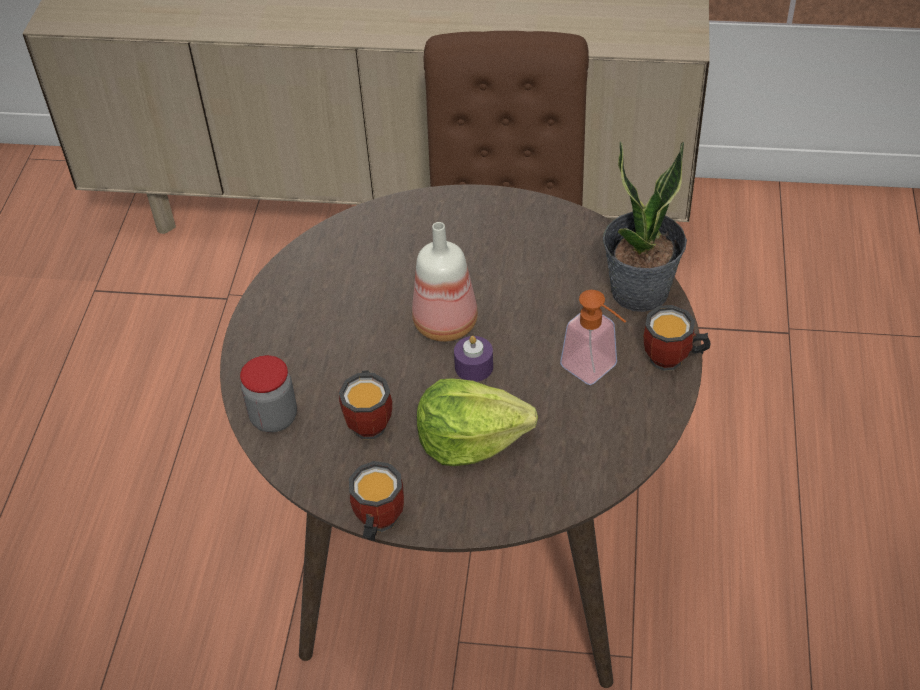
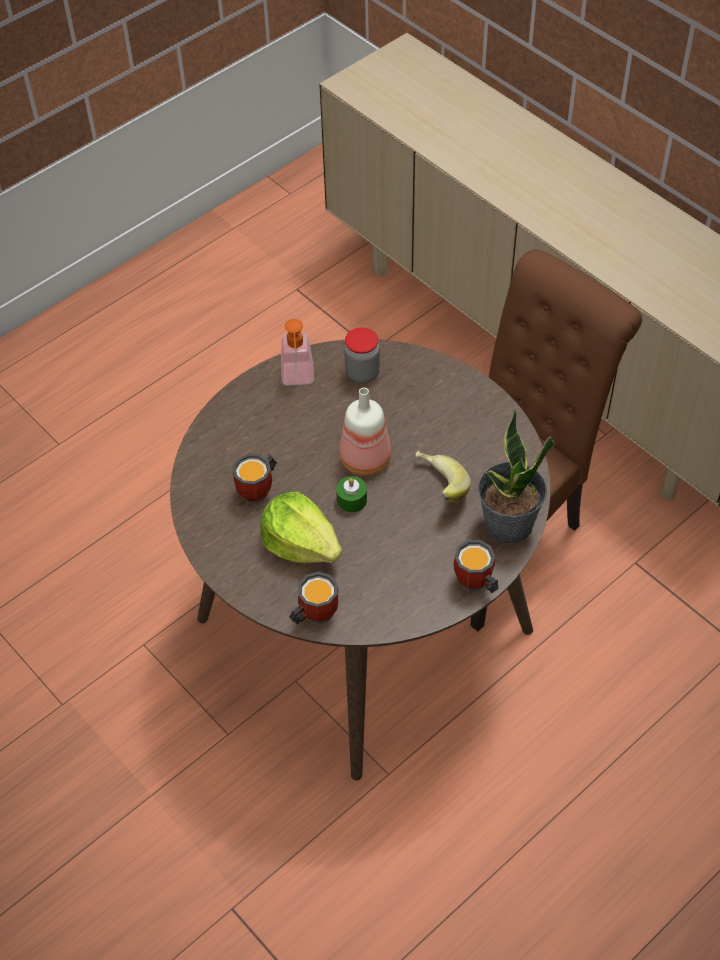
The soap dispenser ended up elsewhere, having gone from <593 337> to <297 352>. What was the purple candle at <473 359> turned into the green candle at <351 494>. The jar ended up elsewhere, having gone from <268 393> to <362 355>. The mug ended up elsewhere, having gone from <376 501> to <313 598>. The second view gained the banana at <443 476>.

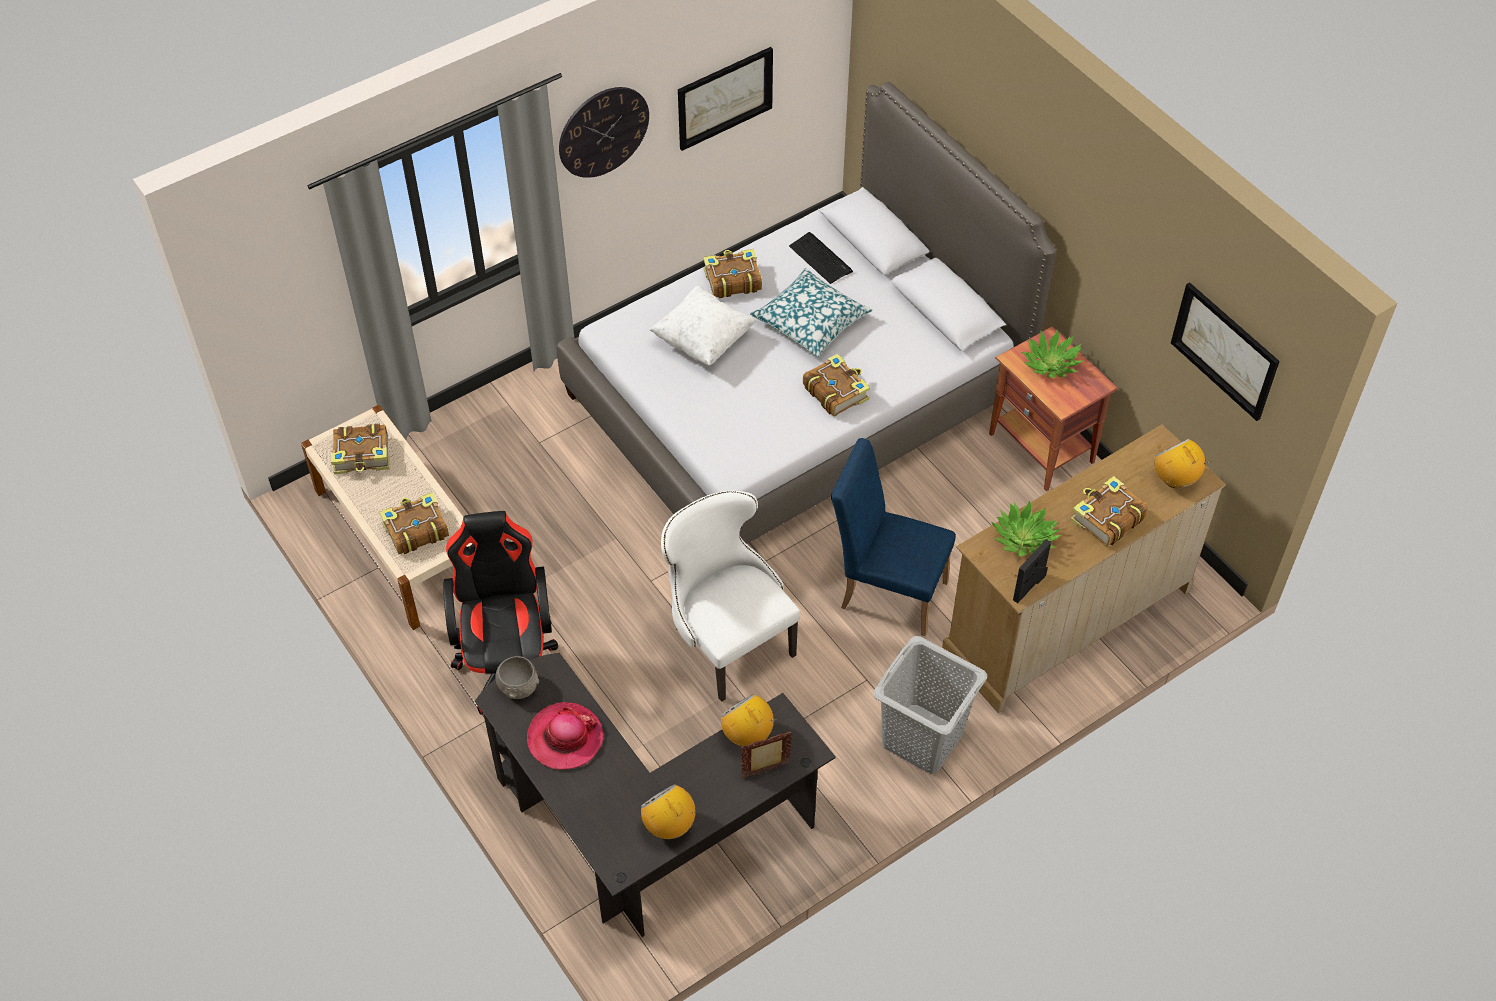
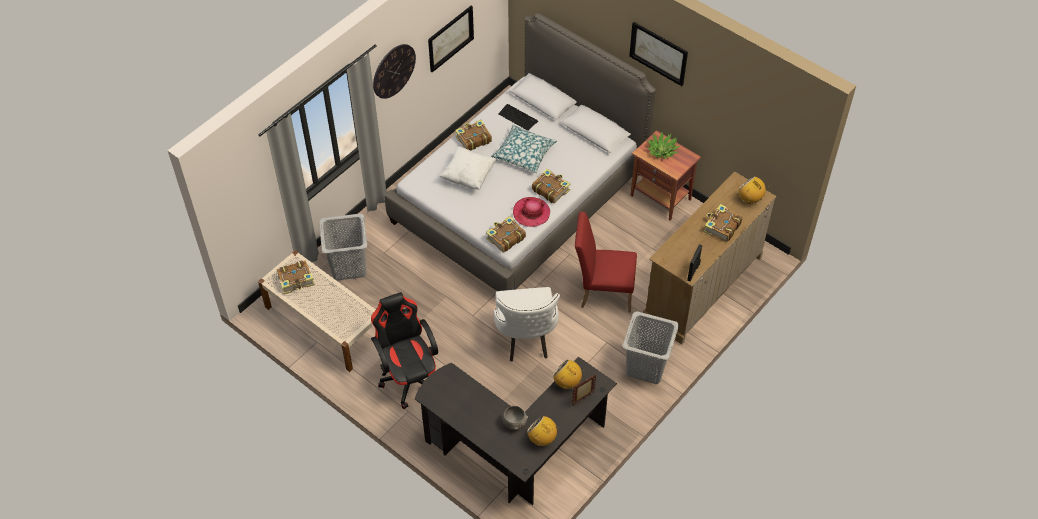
The picture ended up elsewhere, having gone from <1225 351> to <658 54>. What was the blue chair at <893 537> turned into the red chair at <606 262>. The white chair at <730 596> ended up facing another way, 135 degrees counterclockwise from before. The book ended up elsewhere, having gone from <414 523> to <506 234>. The second view lost the potted plant at <1026 528>. The grey bowl ended up elsewhere, having gone from <517 677> to <515 418>. The hat ended up elsewhere, having gone from <565 736> to <531 212>. The second view gained the grey laundry basket at <343 246>.

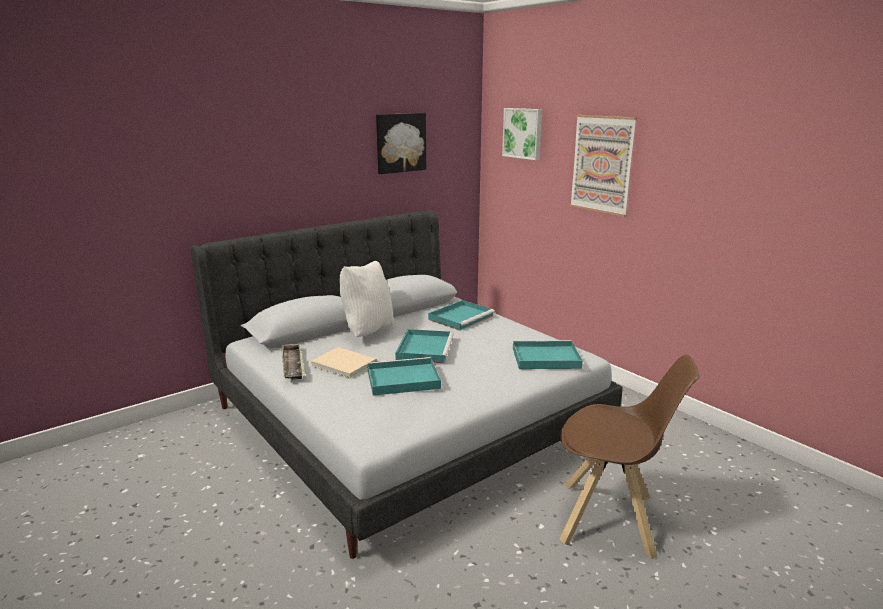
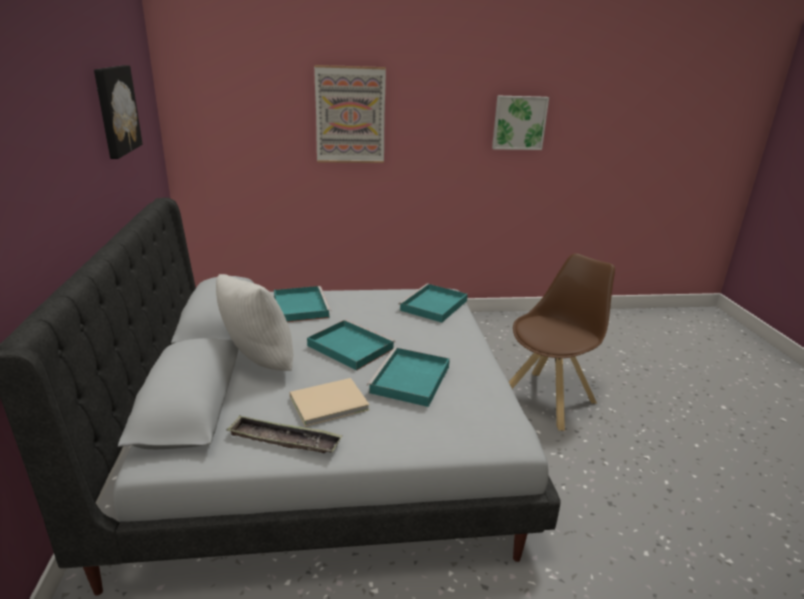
The picture ended up elsewhere, having gone from <522 134> to <520 123>.

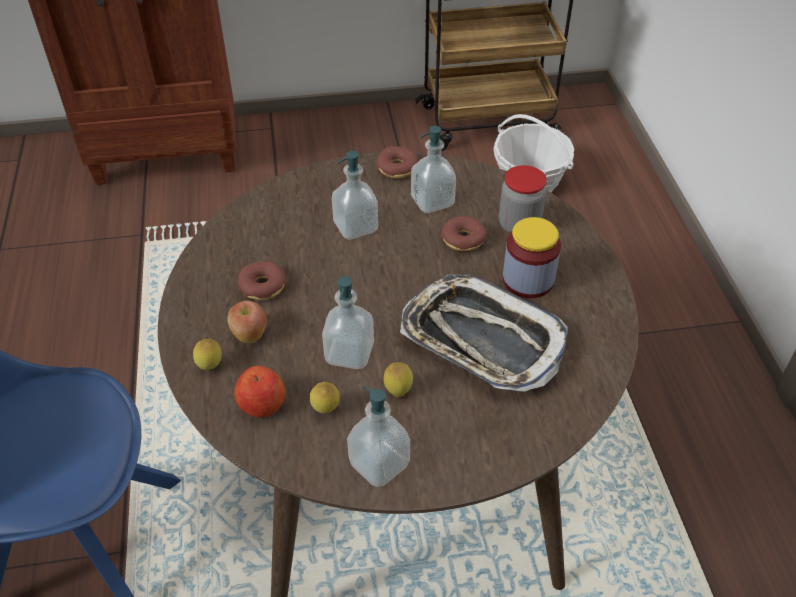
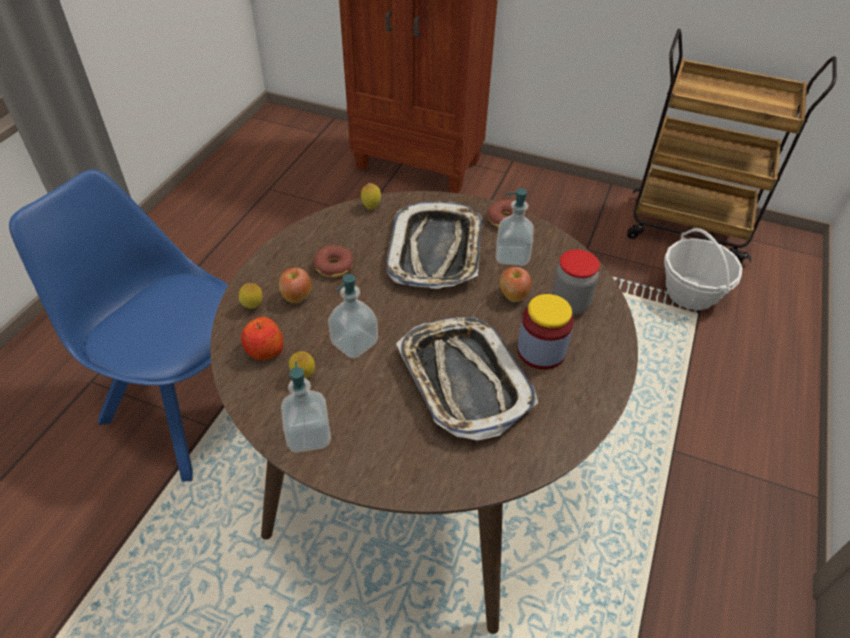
Where the soap dispenser stood at <355 195>, the tray came to stand at <434 245>. Where the donut stood at <464 233>, the apple came to stand at <516 284>. The lemon ended up elsewhere, having gone from <398 379> to <371 196>.

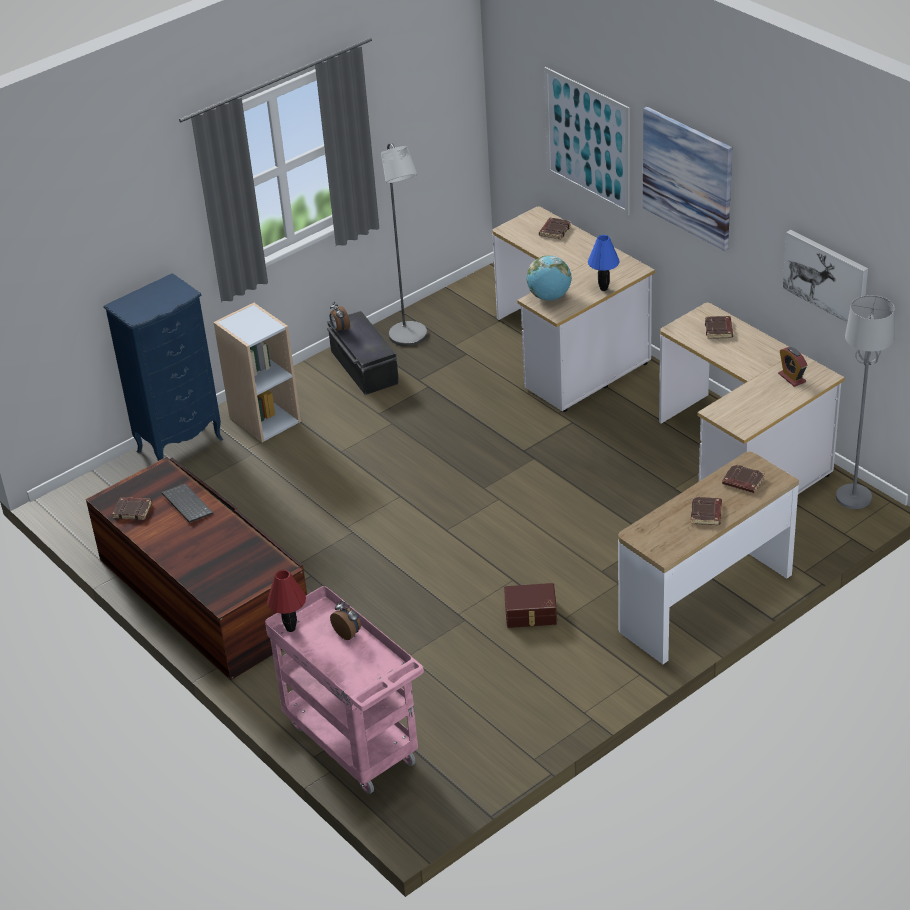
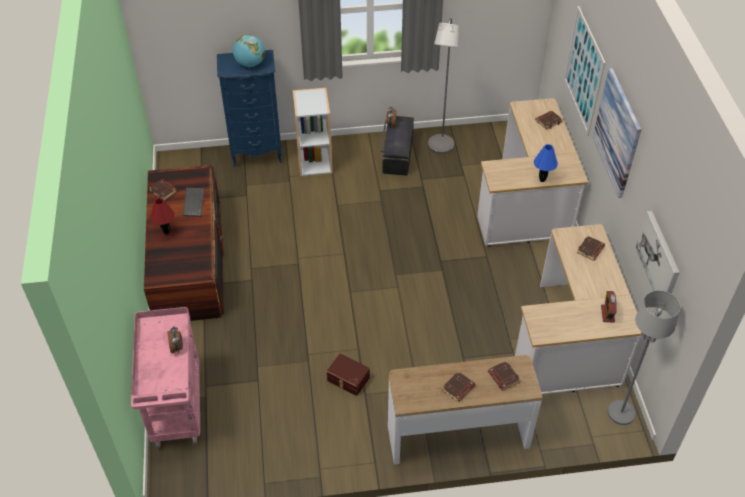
The globe ended up elsewhere, having gone from <549 278> to <249 50>. The red table lamp ended up elsewhere, having gone from <286 600> to <162 216>.

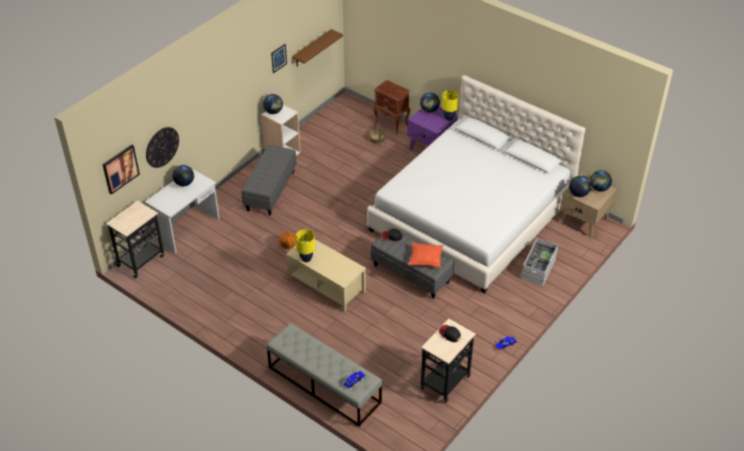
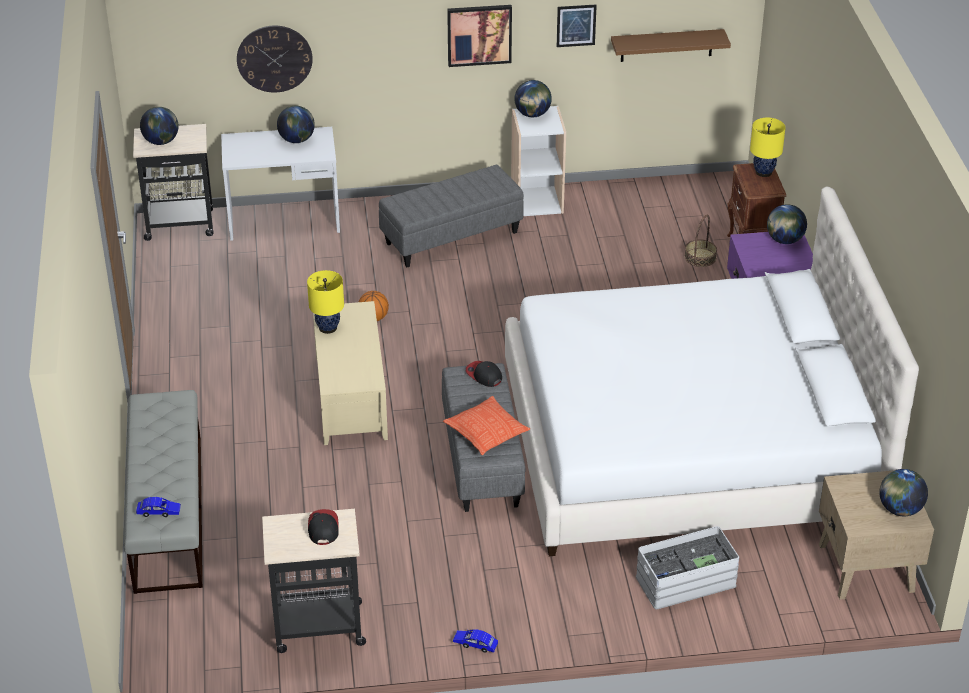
The yellow table lamp ended up elsewhere, having gone from <450 105> to <768 147>. The picture ended up elsewhere, having gone from <121 169> to <479 36>. The globe ended up elsewhere, having gone from <580 186> to <159 126>.

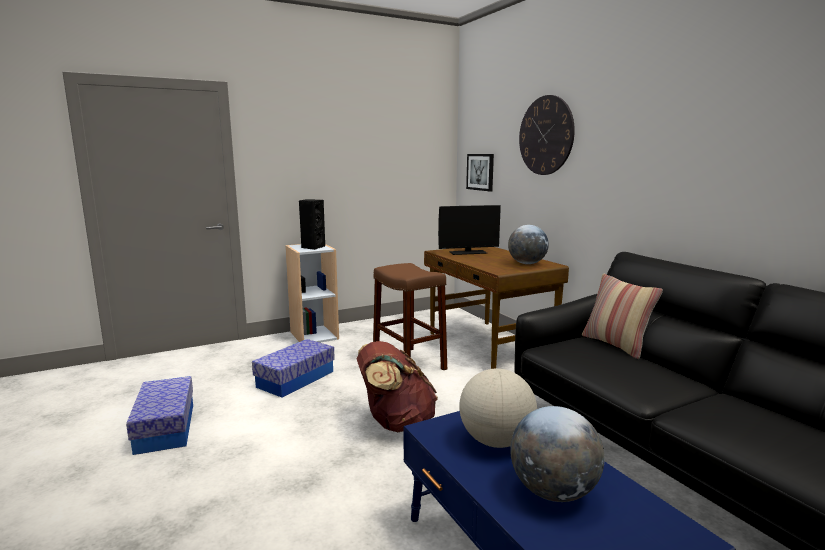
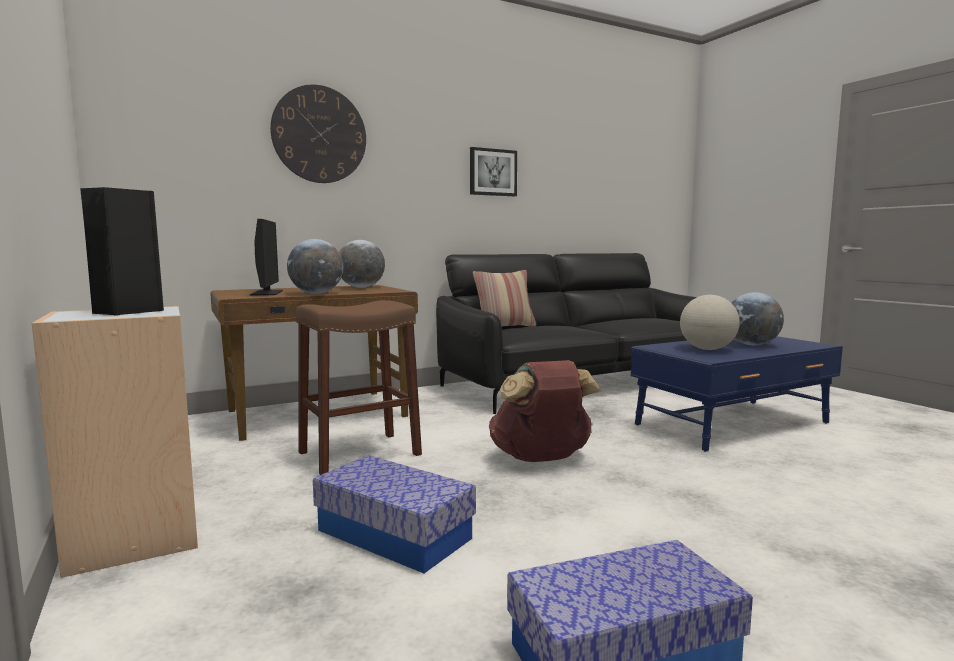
The picture ended up elsewhere, having gone from <480 172> to <493 171>. The second view gained the globe at <315 266>.

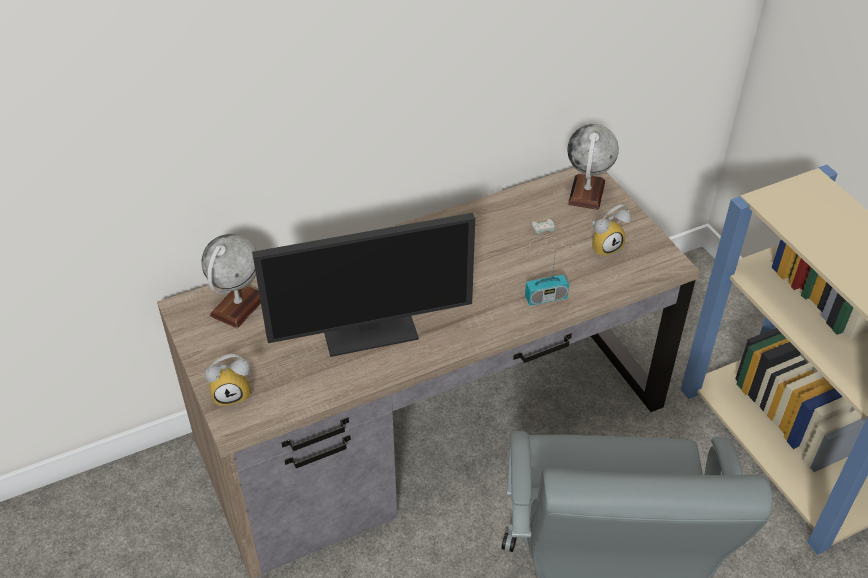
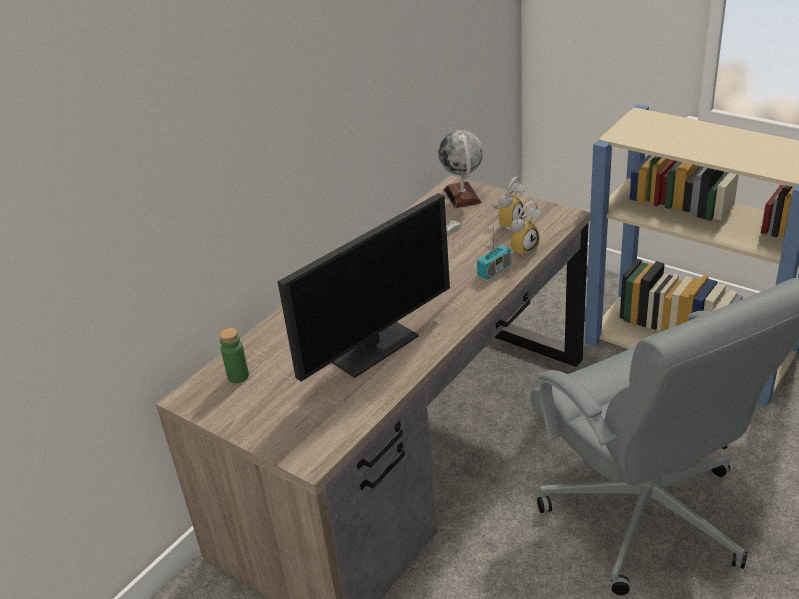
Where the globe stood at <231 281>, the green bottle came to stand at <234 355>. The alarm clock ended up elsewhere, having gone from <228 380> to <523 228>.

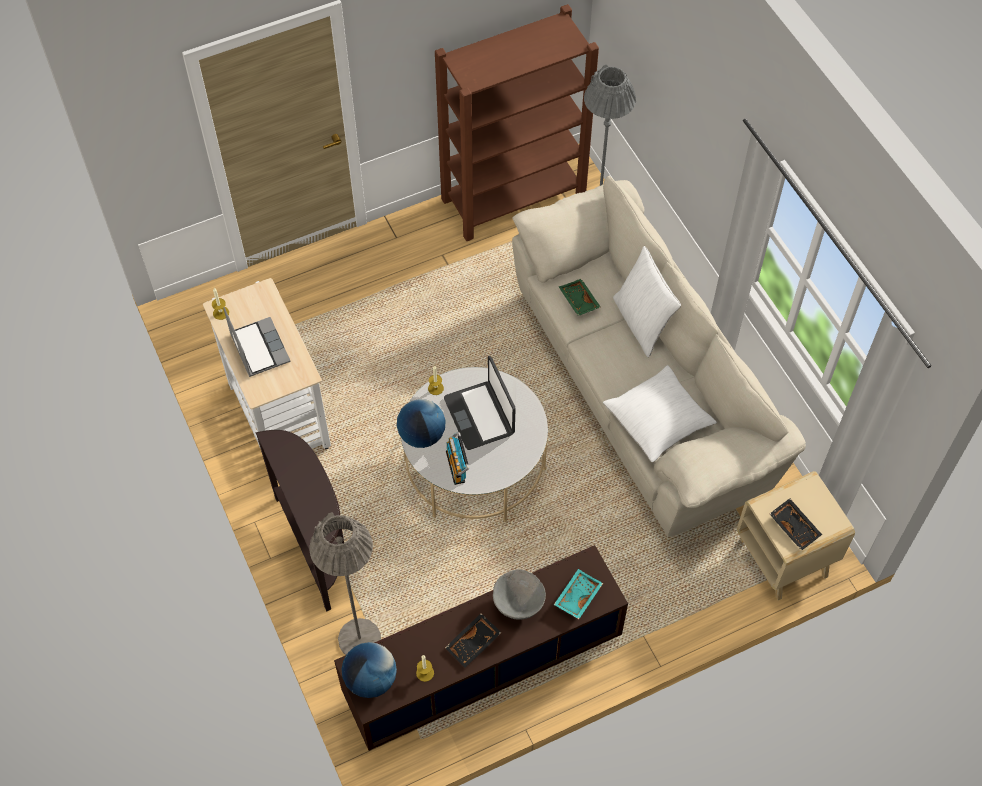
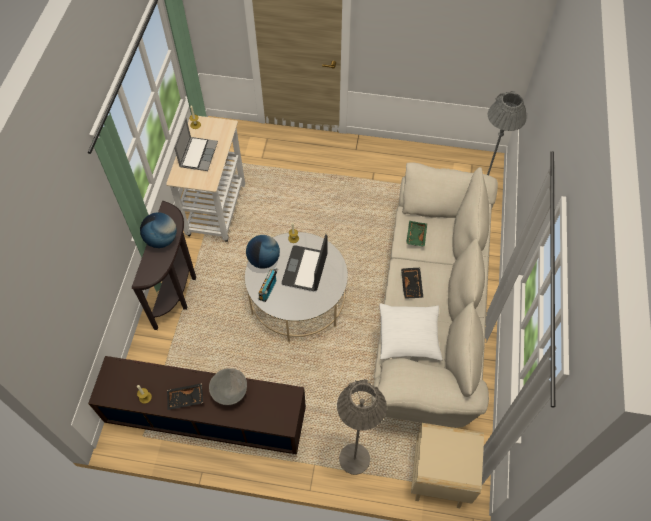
The second view lost the brown bookcase at <517 122>. The second view lost the white pillow at <647 302>. The black tray ended up elsewhere, having gone from <796 524> to <412 283>. The grey floor lamp ended up elsewhere, having gone from <345 583> to <362 427>. The second view lost the turquoise tray at <578 594>. The globe ended up elsewhere, having gone from <369 670> to <158 230>.

